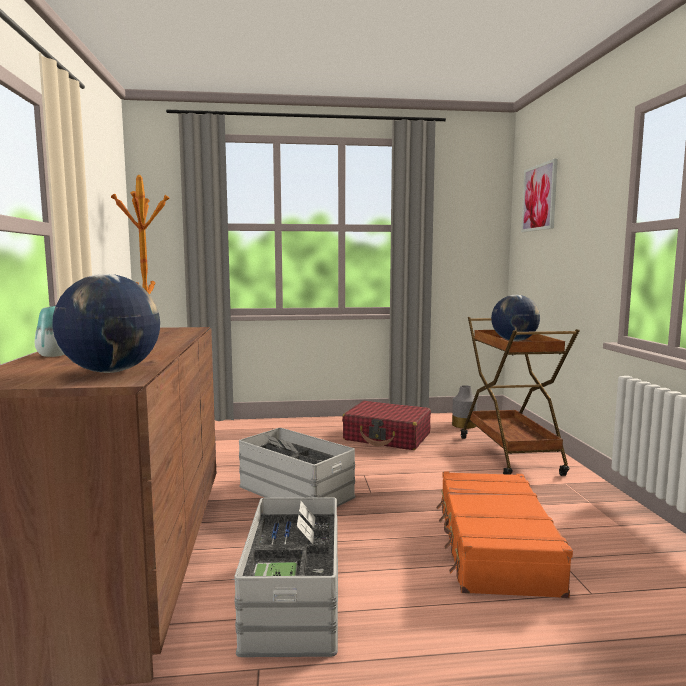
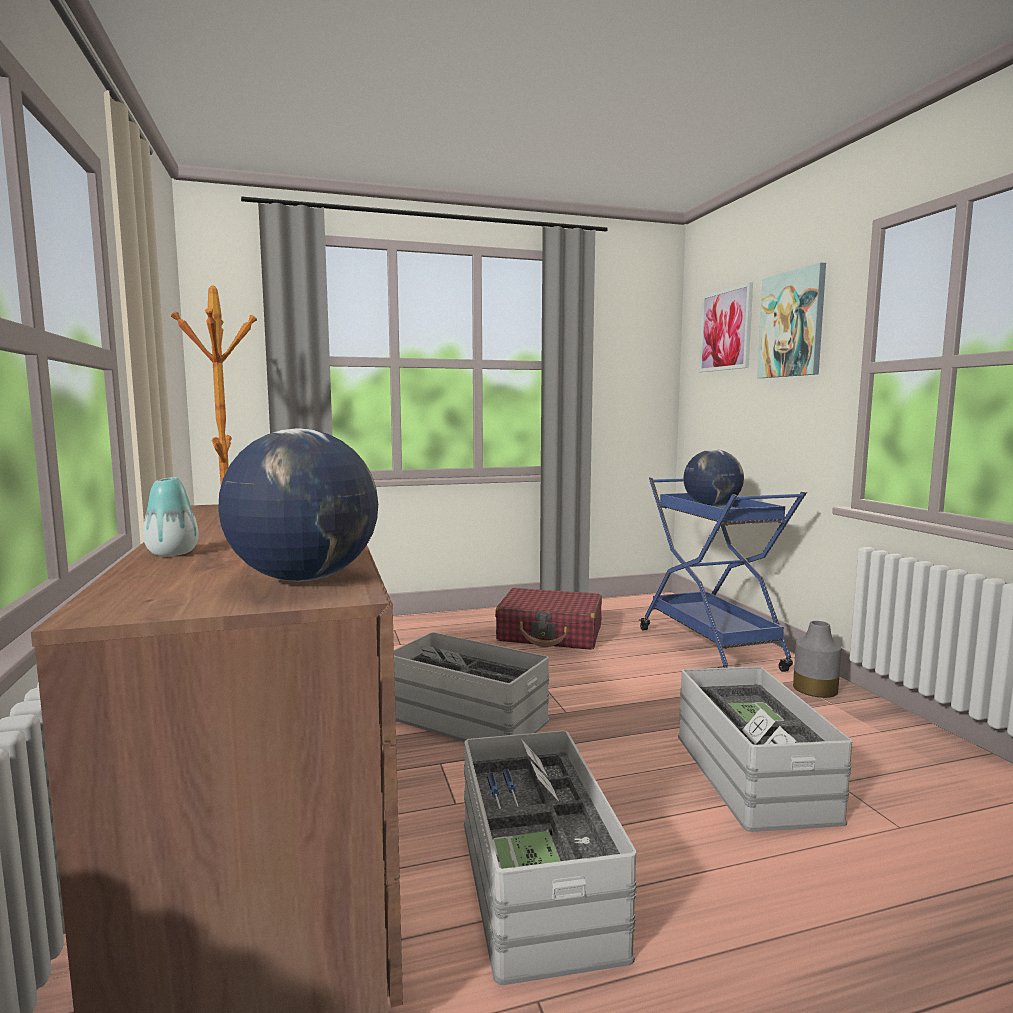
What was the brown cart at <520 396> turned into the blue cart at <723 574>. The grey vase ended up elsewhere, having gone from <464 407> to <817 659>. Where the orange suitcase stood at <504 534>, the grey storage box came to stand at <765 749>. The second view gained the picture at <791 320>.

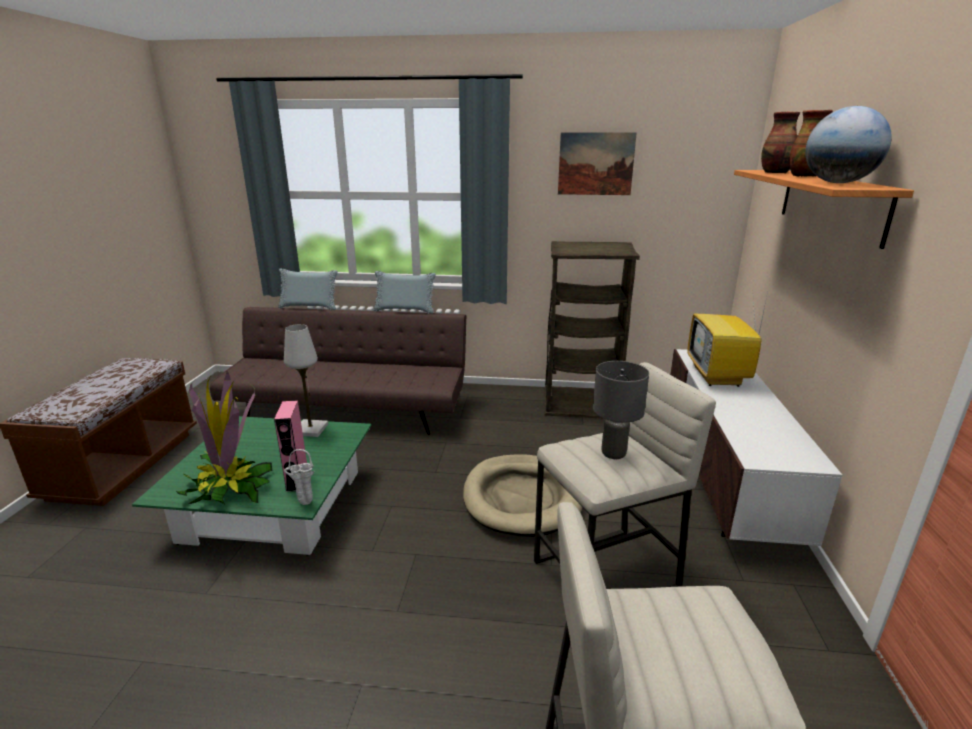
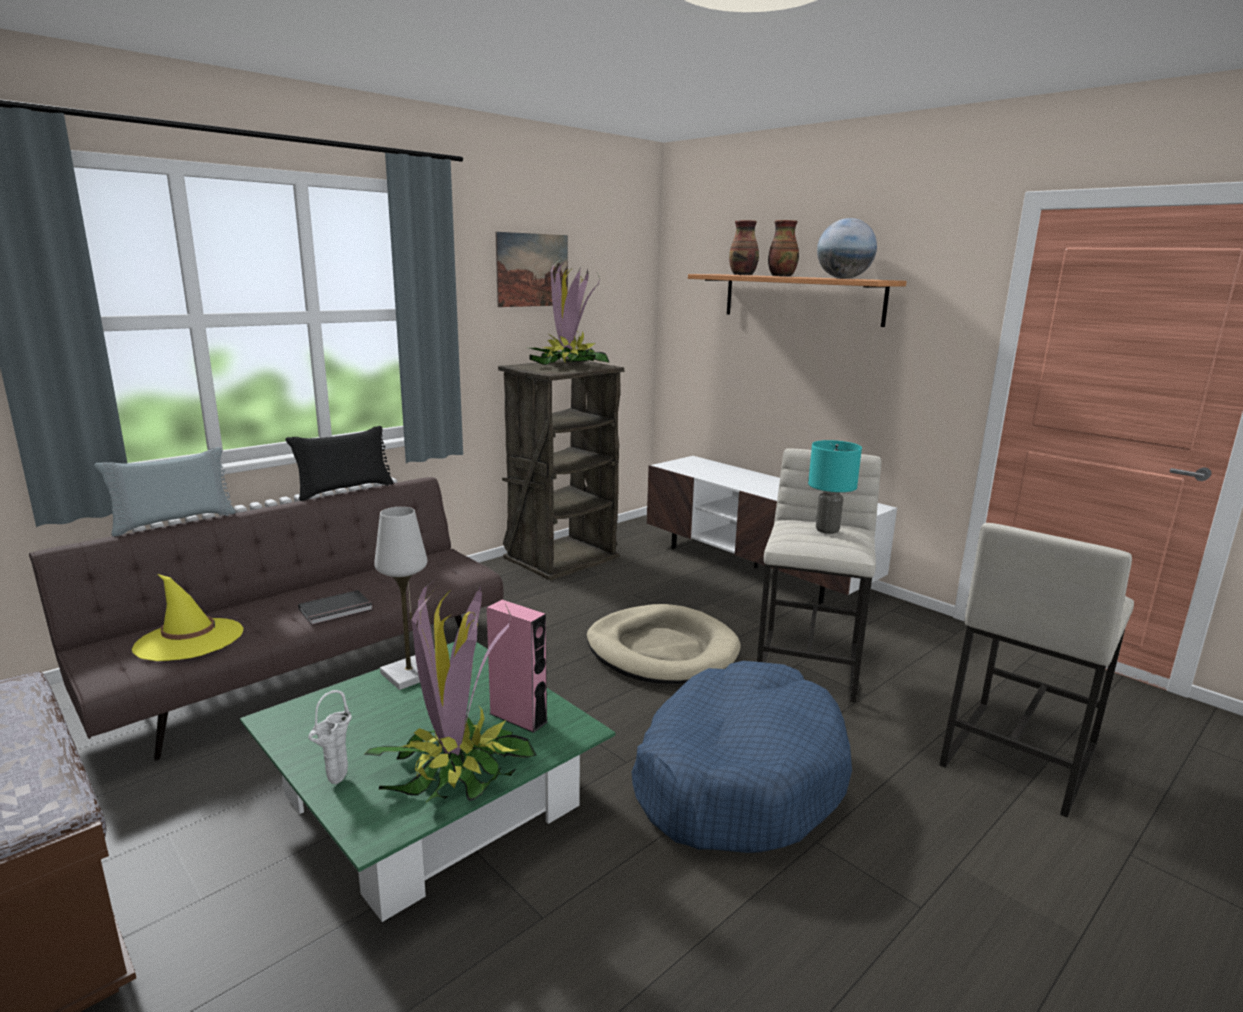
What was the blue pillow at <405 292> turned into the black pillow at <339 463>. The second view lost the television at <727 339>. What was the grey table lamp at <621 410> turned into the turquoise table lamp at <835 487>. The white vase ended up elsewhere, having gone from <299 477> to <330 737>. The second view gained the potted plant at <569 312>. The second view gained the yellow hat at <187 617>. The second view gained the black book at <335 607>. The second view gained the blue dog bed at <742 757>.

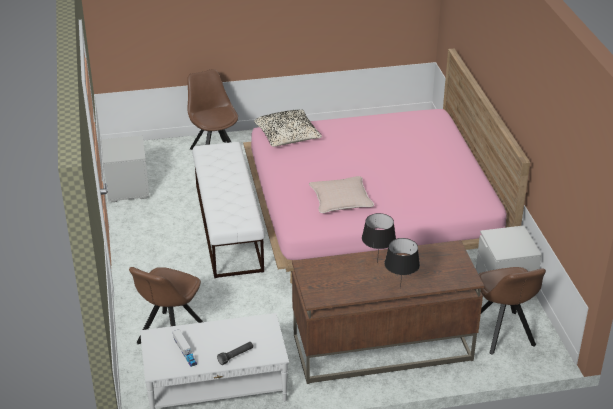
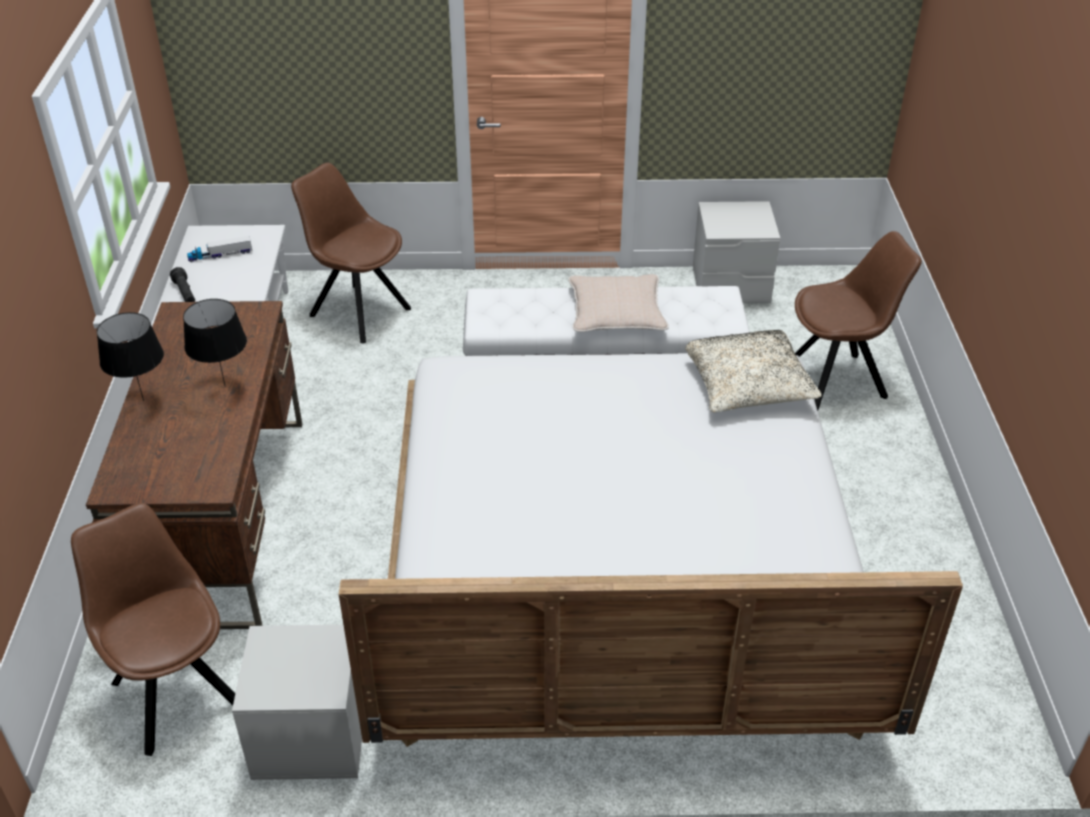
What was the pink bed at <386 166> turned into the white bed at <650 550>. The beige pillow ended up elsewhere, having gone from <341 194> to <618 303>. The brown chair at <512 311> ended up facing another way, 60 degrees clockwise from before.

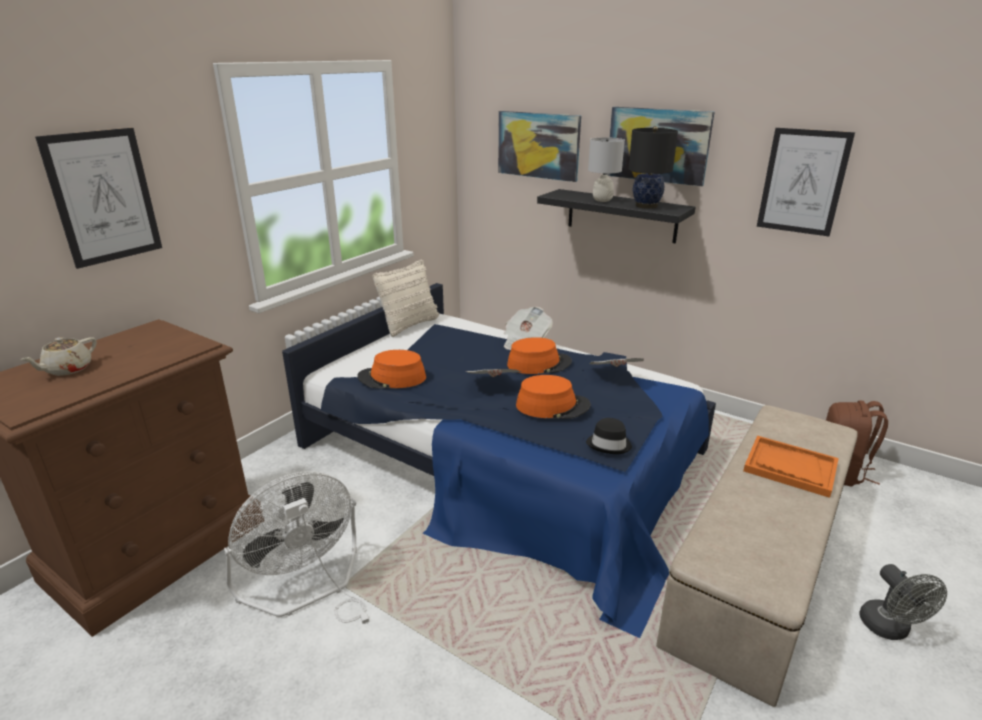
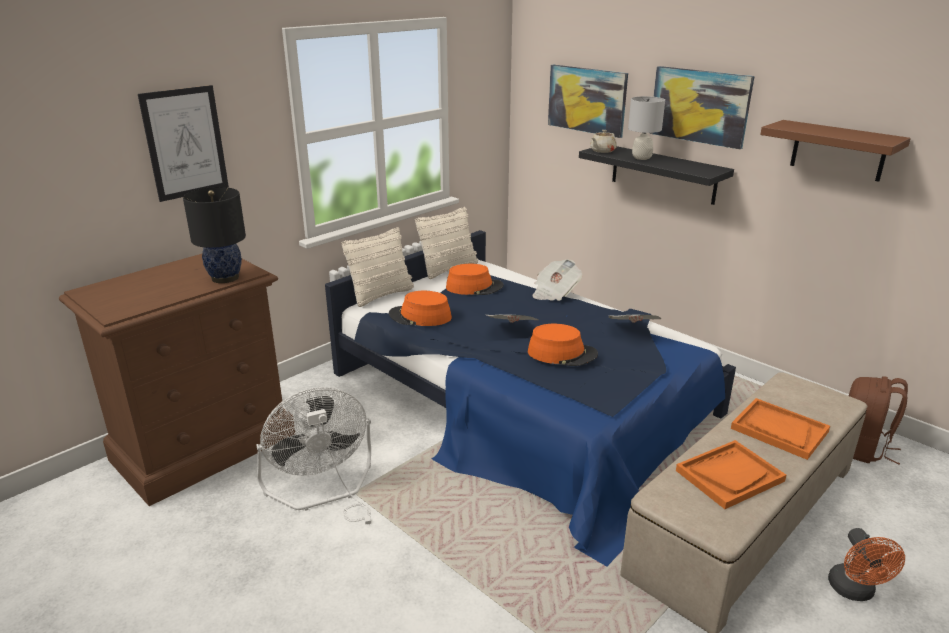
The black table lamp ended up elsewhere, having gone from <653 167> to <214 235>. Where the picture hung at <806 182>, the brown shelf came to hang at <835 151>. The beige teapot ended up elsewhere, having gone from <58 356> to <603 141>. The orange hat ended up elsewhere, having gone from <539 355> to <475 279>. The second view lost the black hat at <609 436>. What was the grey fan at <903 602> turned into the orange fan at <866 564>. The second view gained the beige pillow at <377 267>. The second view gained the orange tray at <731 474>.

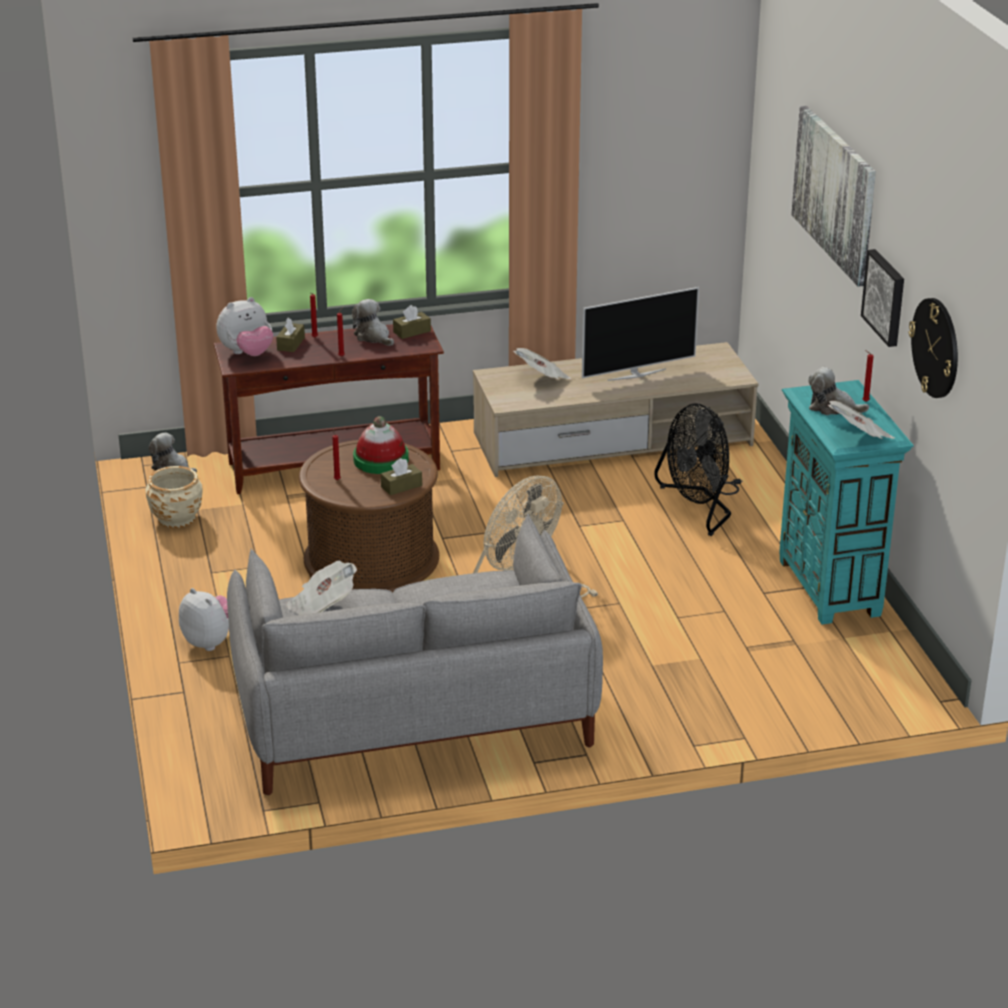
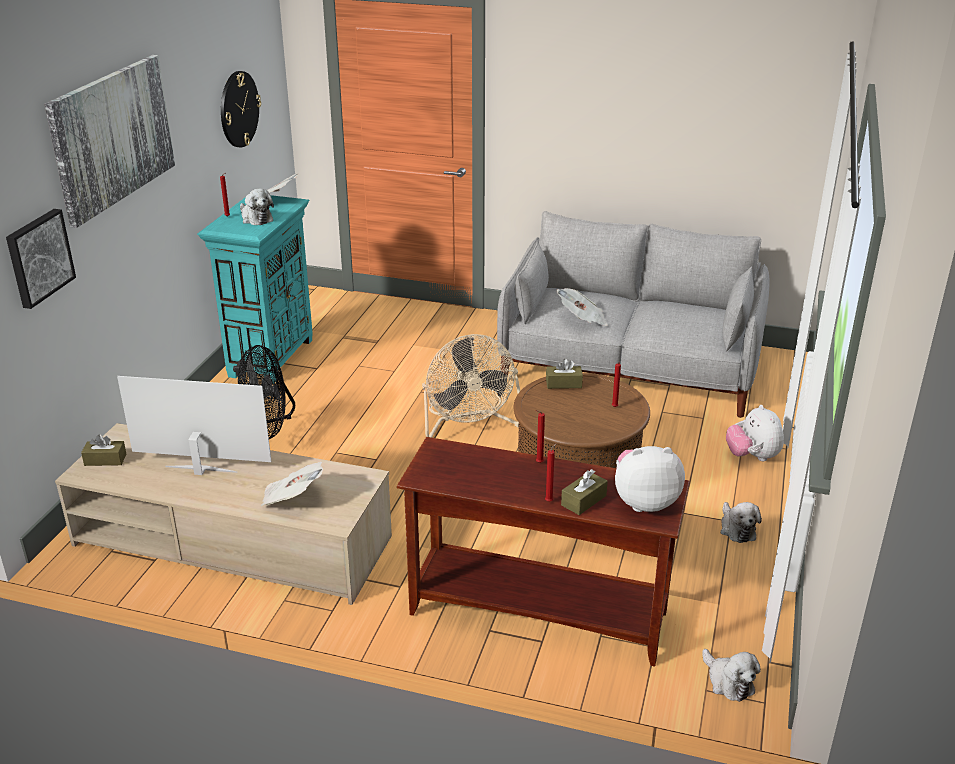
The picture ended up elsewhere, having gone from <882 298> to <41 259>. The plush toy ended up elsewhere, having gone from <373 322> to <741 522>. The brown tissue box ended up elsewhere, having gone from <412 322> to <103 450>. The second view lost the hat at <381 445>. The second view lost the beige planter at <173 497>. The newspaper ended up elsewhere, having gone from <321 587> to <582 307>.

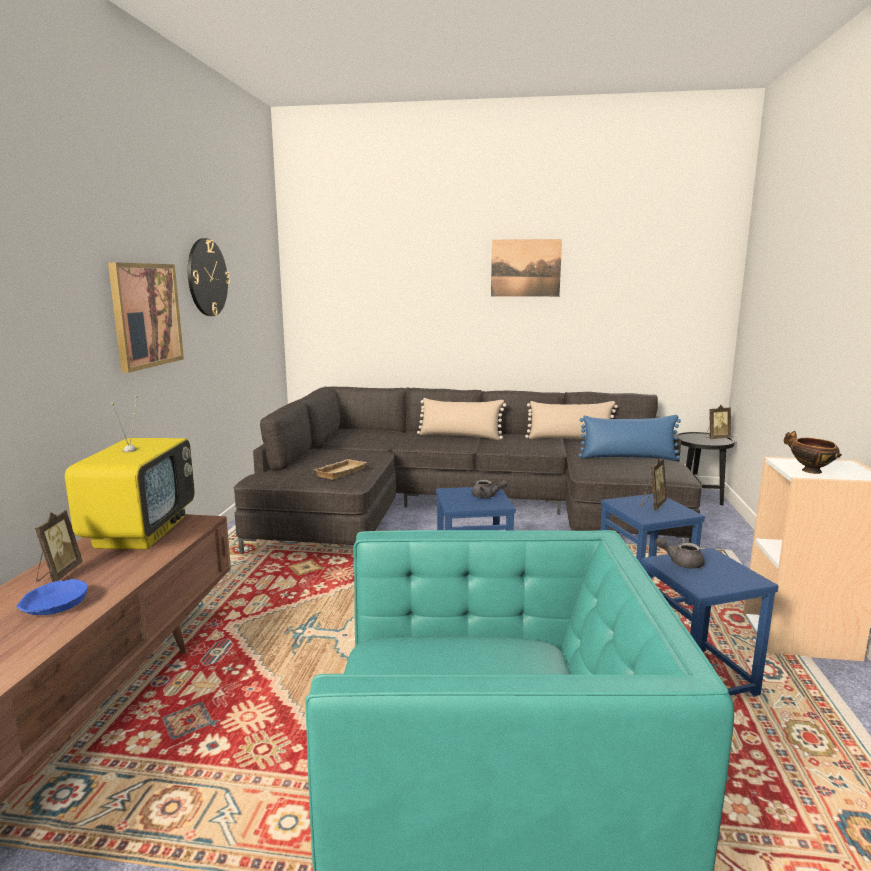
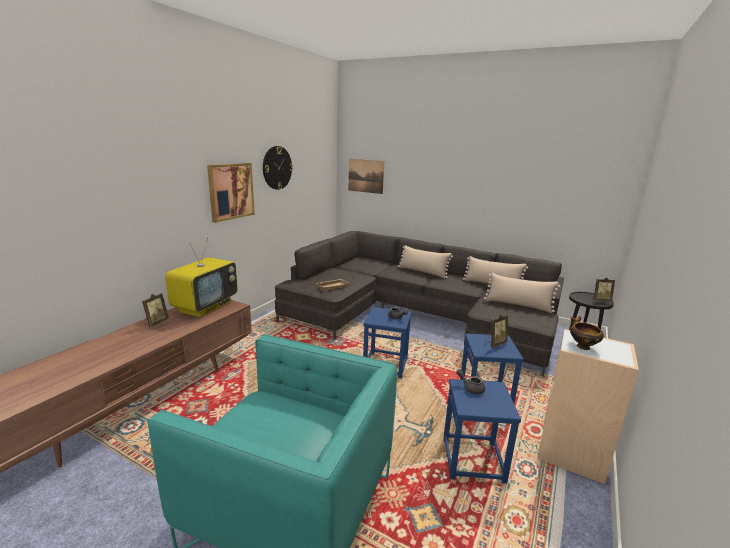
The picture ended up elsewhere, having gone from <526 268> to <366 176>. What was the blue pillow at <630 438> turned into the beige pillow at <522 293>. The second view lost the blue bowl at <52 597>.

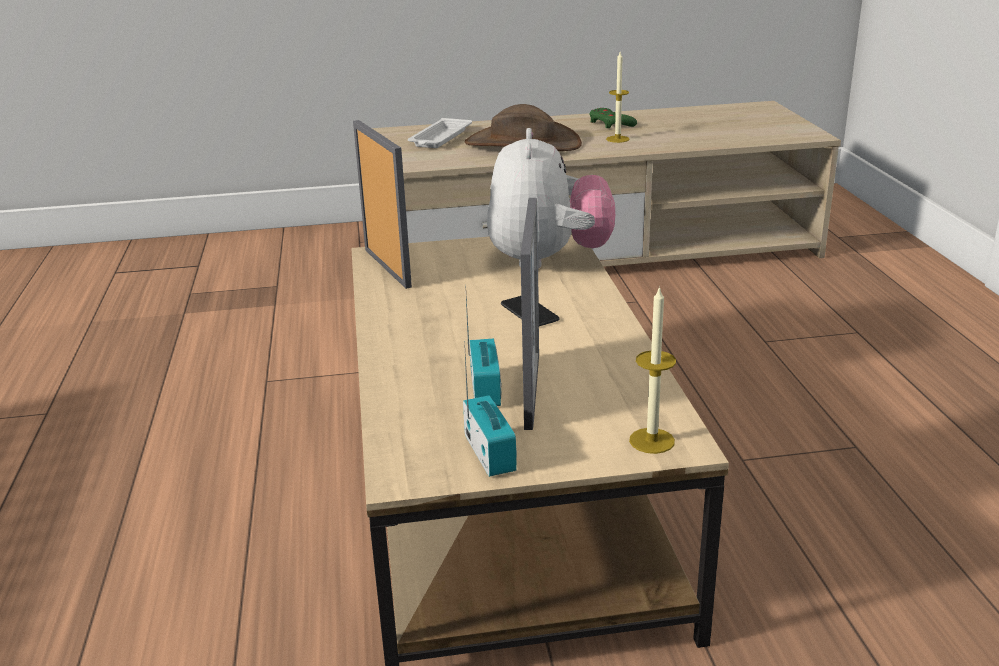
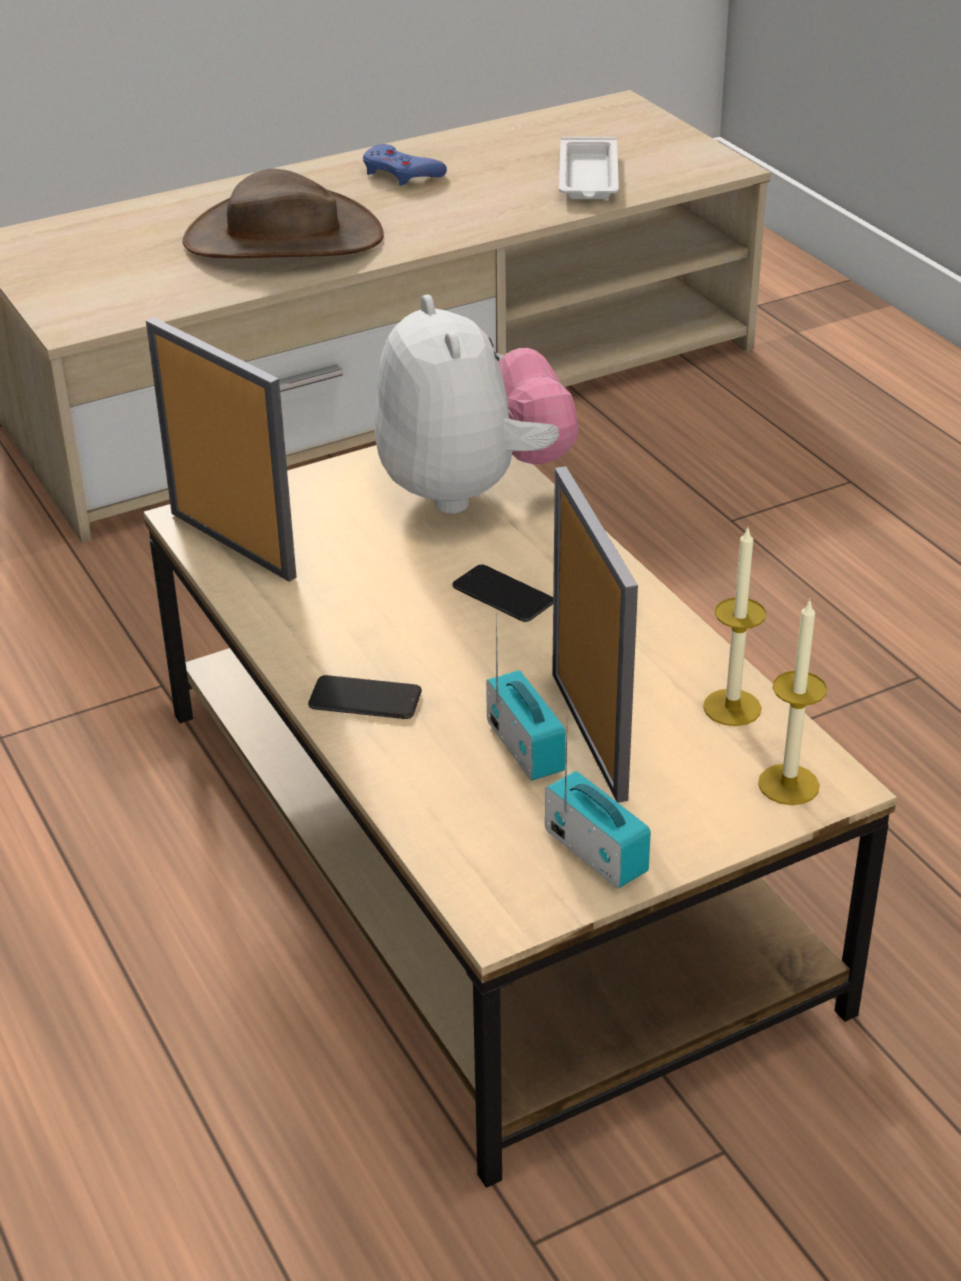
The candle ended up elsewhere, having gone from <617 97> to <734 626>. What was the green game controller at <613 118> turned into the blue game controller at <405 165>. The white tray ended up elsewhere, having gone from <440 133> to <589 168>. The second view gained the phone at <365 697>.

